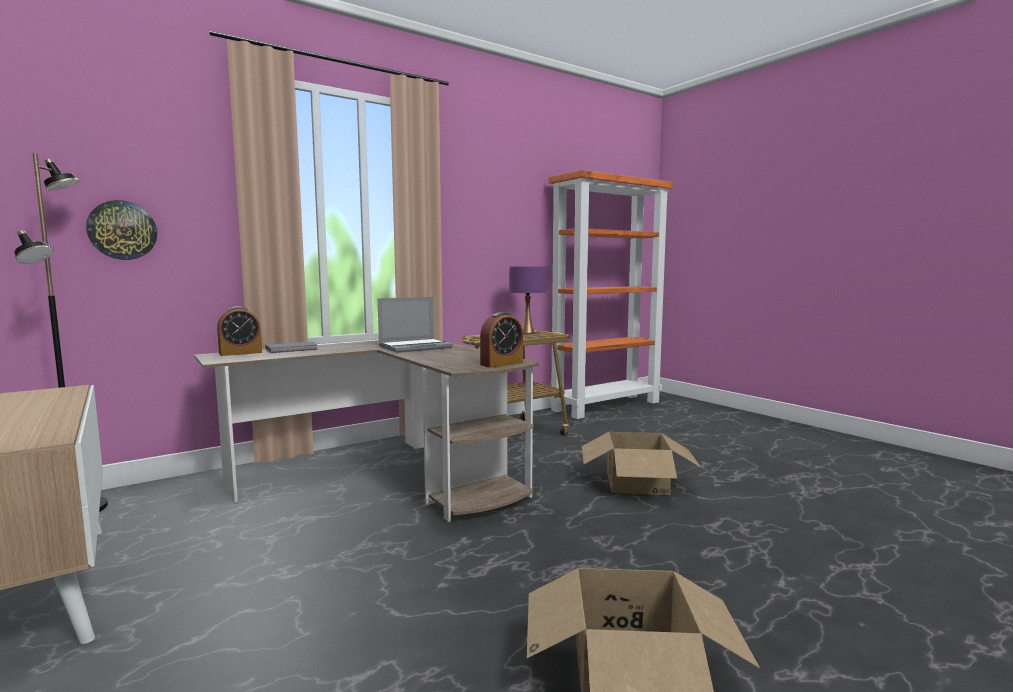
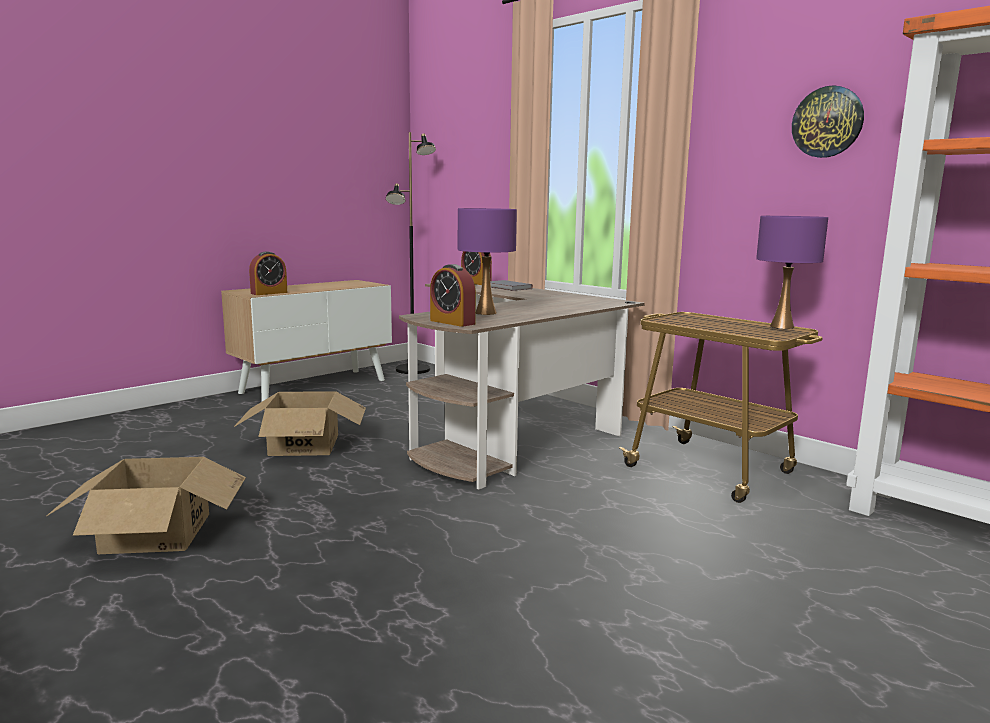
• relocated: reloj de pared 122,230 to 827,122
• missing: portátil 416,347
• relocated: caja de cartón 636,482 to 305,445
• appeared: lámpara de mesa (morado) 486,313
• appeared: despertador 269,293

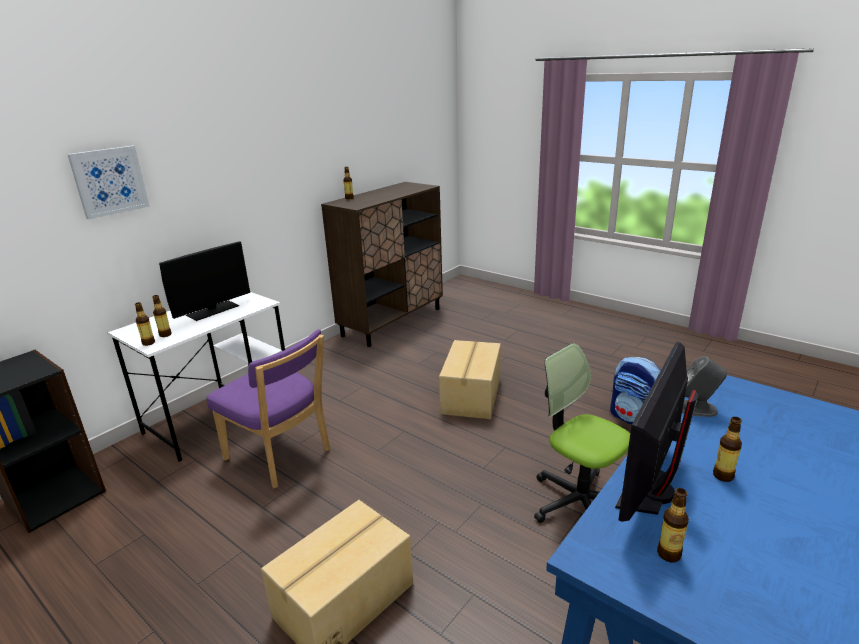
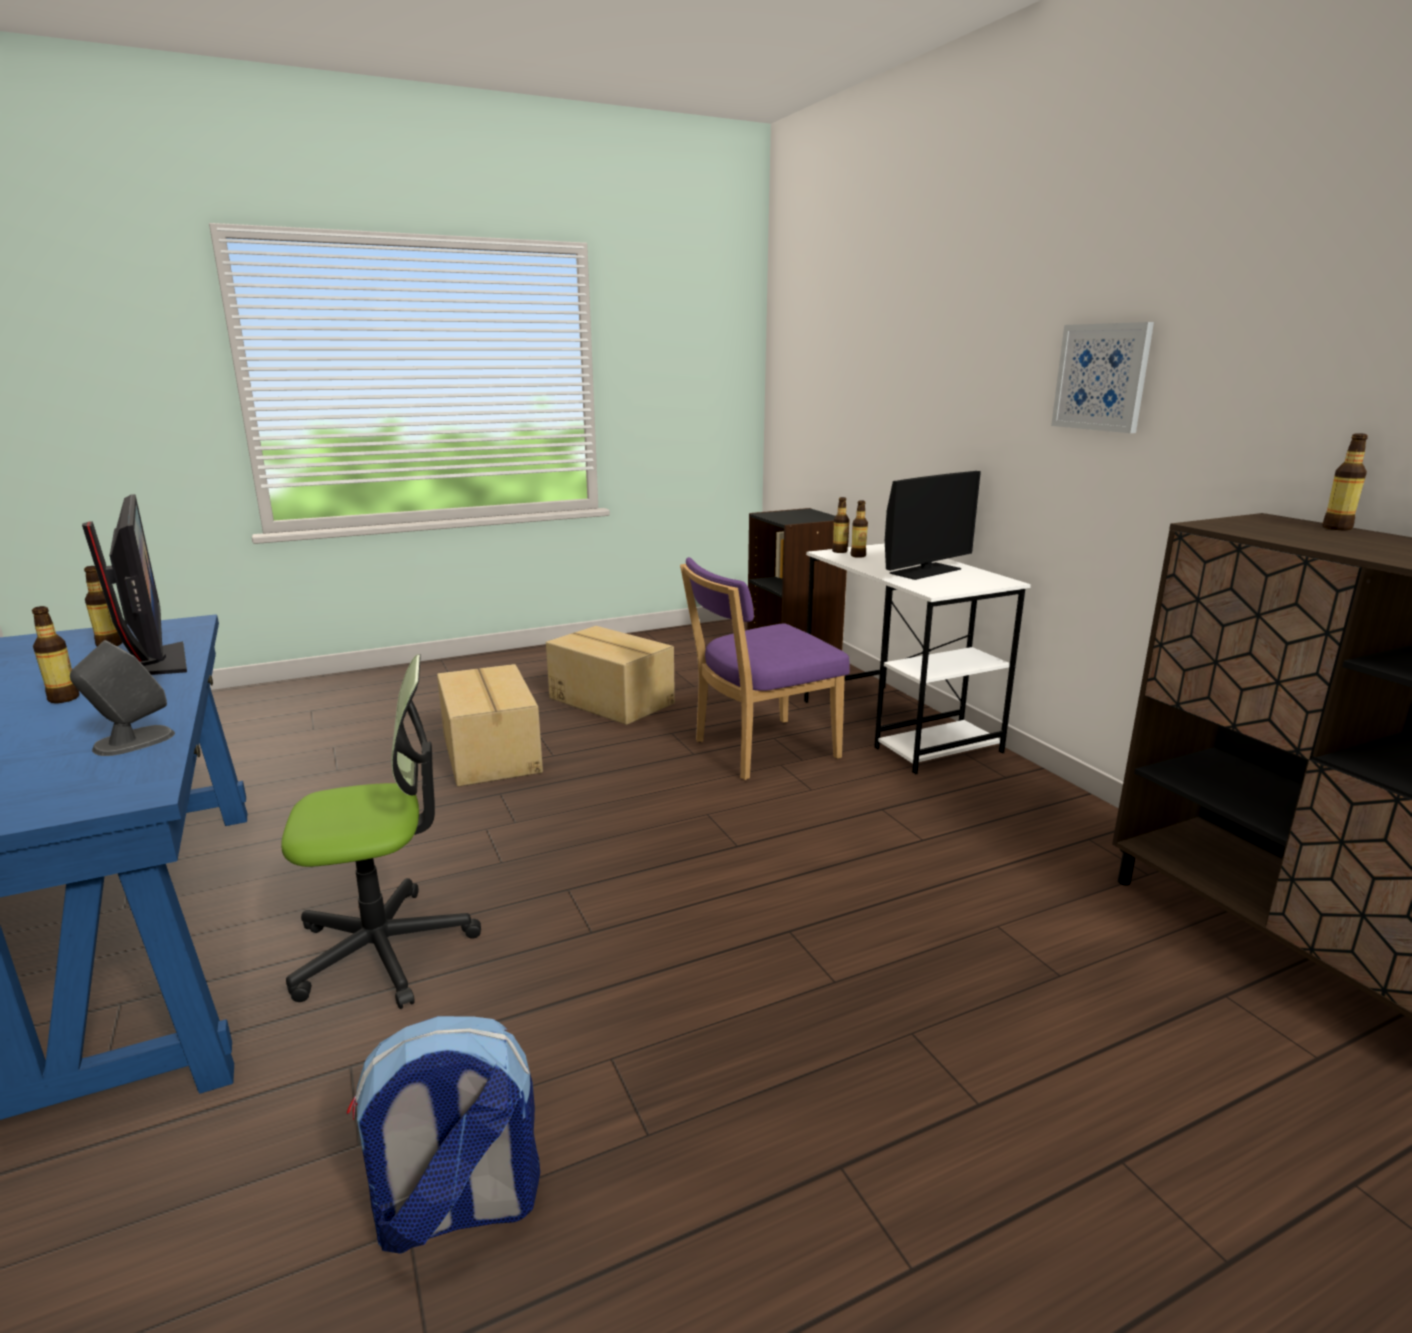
• relocated: cuadro 109,181 to 1101,377
• spun: monitor 213,310 = 925,571 105 degrees counterclockwise
• relocated: caja de cartón 470,396 to 612,700

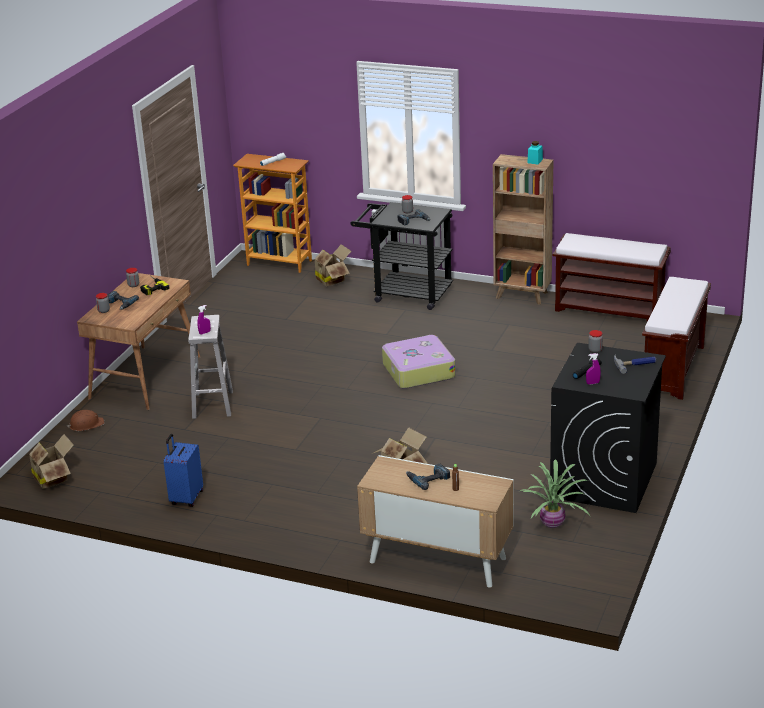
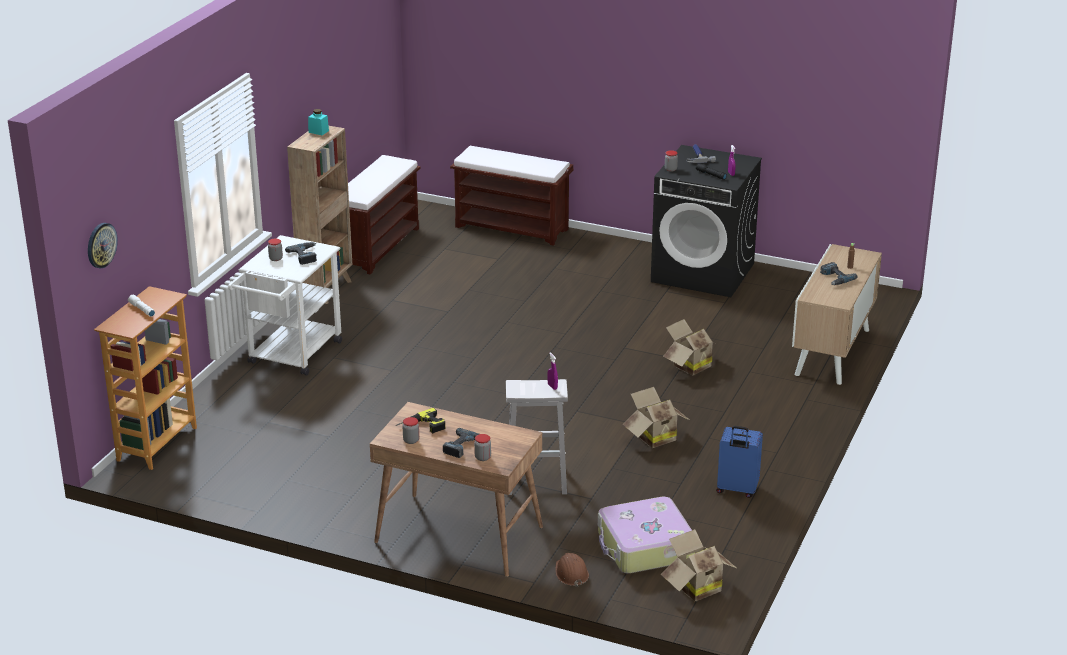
• colour: carrito (negro) 406,293 to carrito (blanco) 291,356
• relocated: caja de cartón 331,279 to 653,437
• relocated: maleta 417,371 to 644,547
• missing: planta en maceta 553,524
• appeared: reloj de pared 101,245

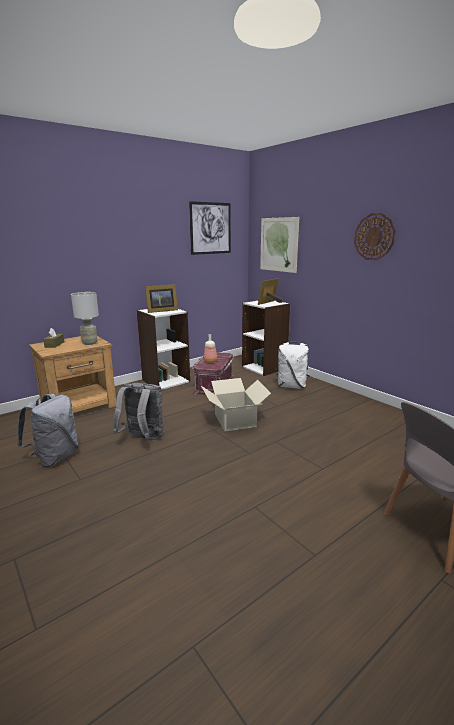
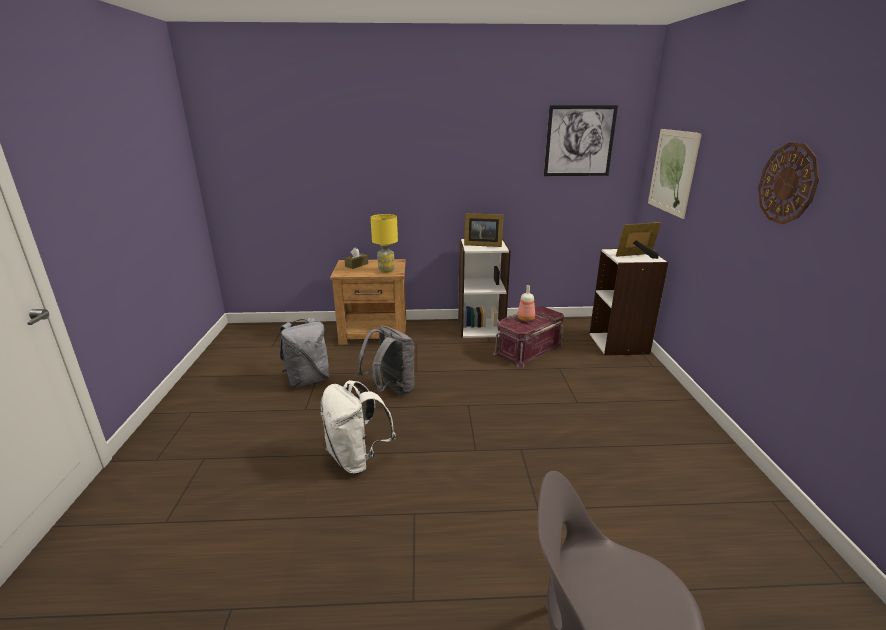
• colour: lámpara de mesa (gris) 90,343 to lámpara de mesa (amarillo) 386,270
• relocated: mochila (blanco) 292,386 to 357,459
• missing: caja de cartón 234,420

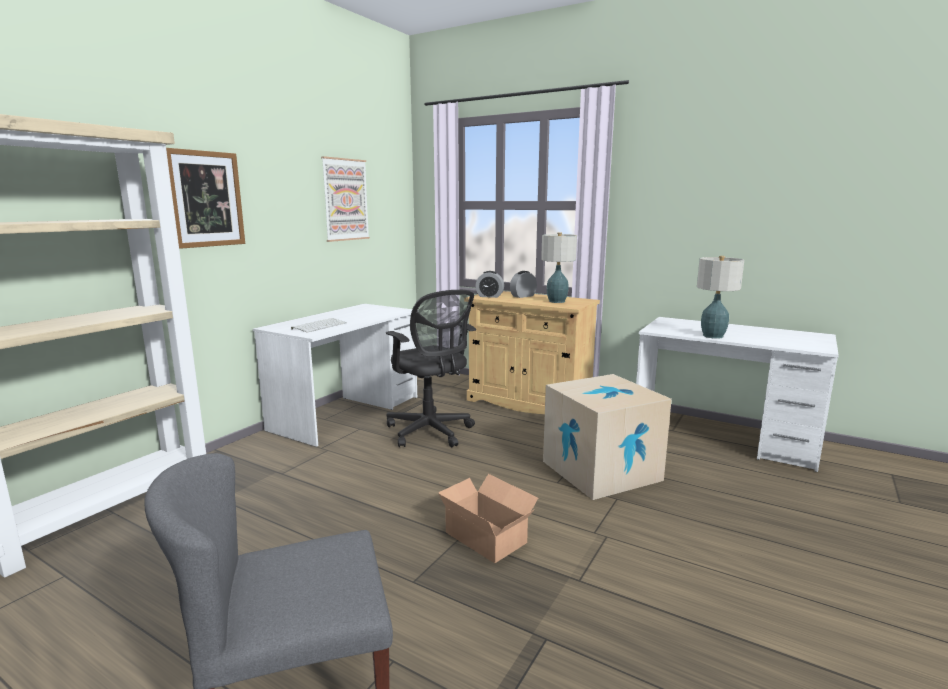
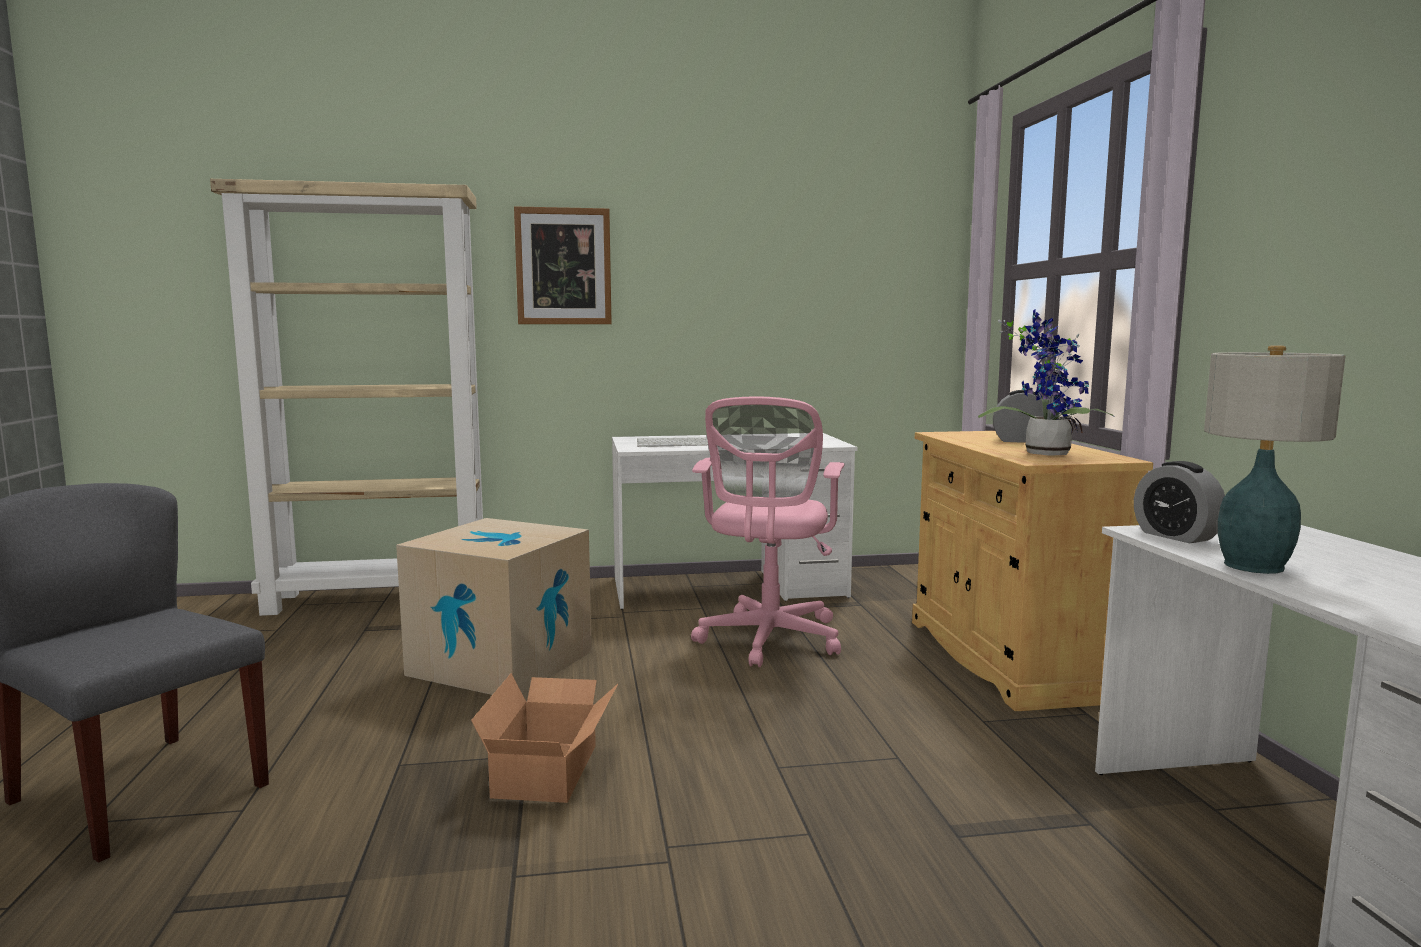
• missing: cuadro 345,200
• exchanged: lámpara de mesa 557,301 to planta en maceta 1044,453
• relocated: despertador 489,296 to 1175,536
• colour: silla de oficina (negro) 431,432 to silla de oficina (rosa) 768,641
• relocated: caja de cartón 601,470 to 501,663

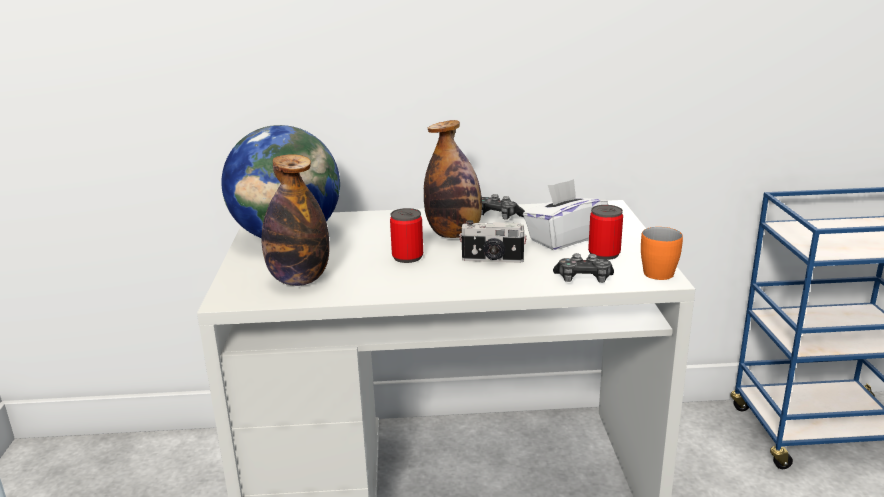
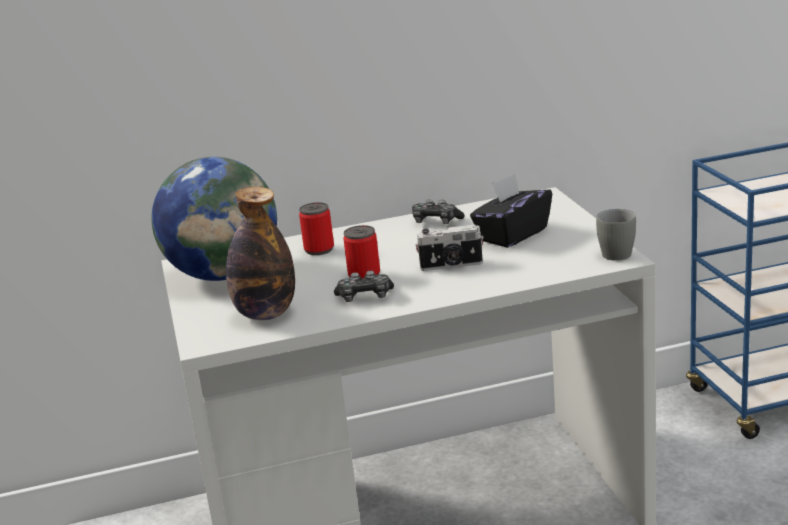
• missing: botella 454,234
• colour: caja de pañuelos (blanco) 563,239 to caja de pañuelos (negro) 512,235
• relocated: lata 604,254 to 319,250
• colour: taza grande (naranja) 660,270 to taza grande (gris) 617,251
• relocated: mando de consola 583,279 to 365,297

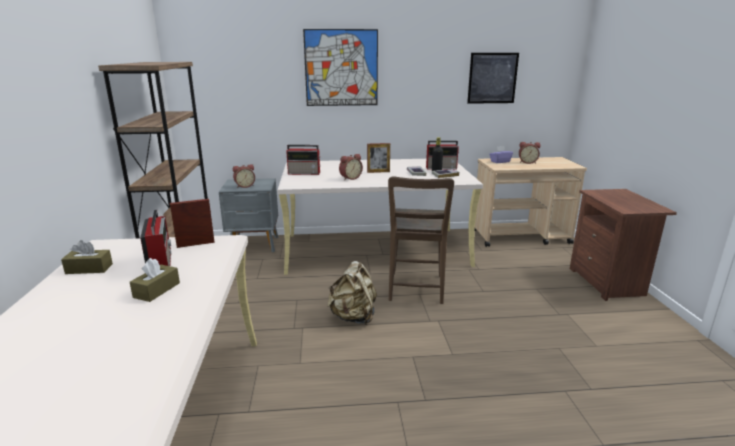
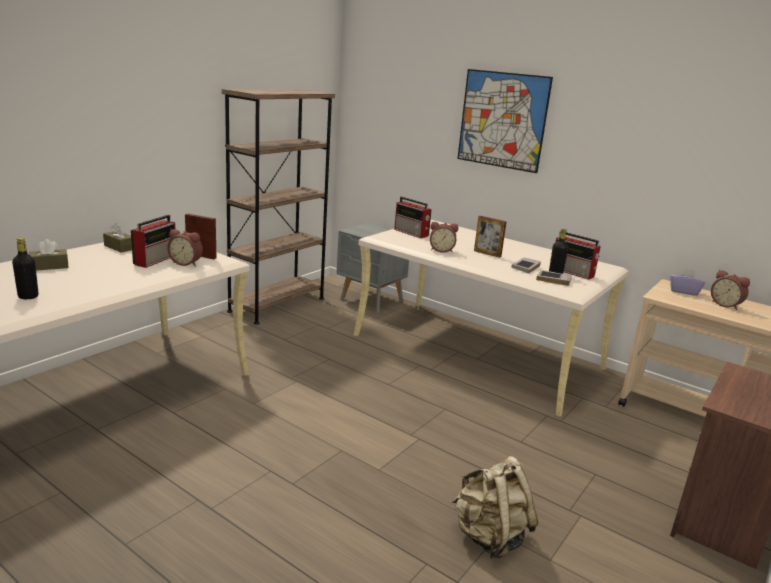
• missing: cuadro 492,78
• relocated: despertador 244,186 to 186,263
• missing: silla (marrón) 416,290
• relocated: caja de pañuelos (marrón) 157,290 to 49,266
• relocated: mochila (beis) 353,317 to 489,537
• appeared: botella (negro) 28,296

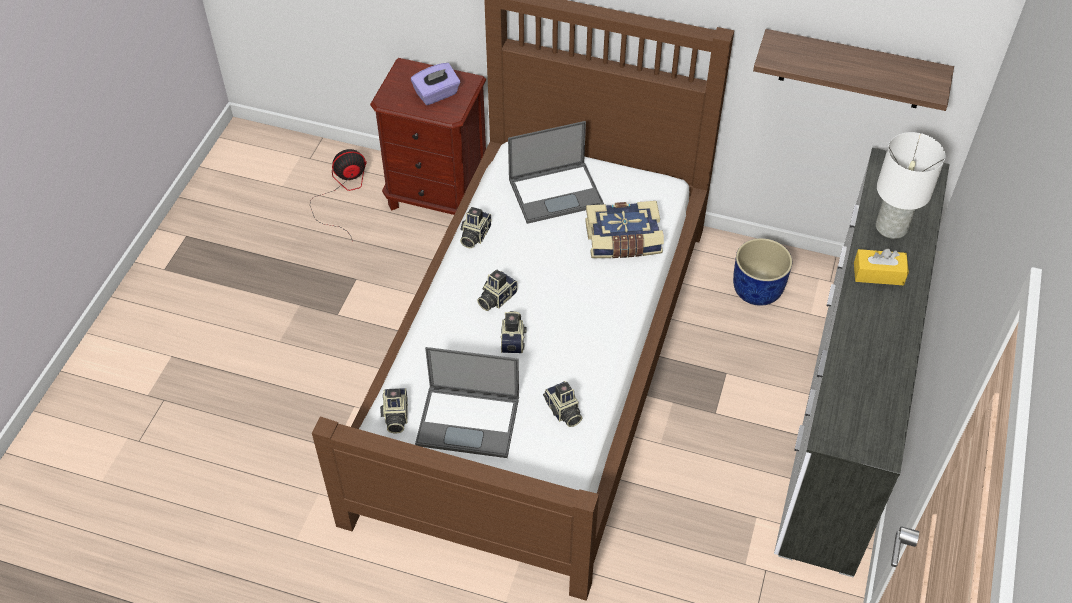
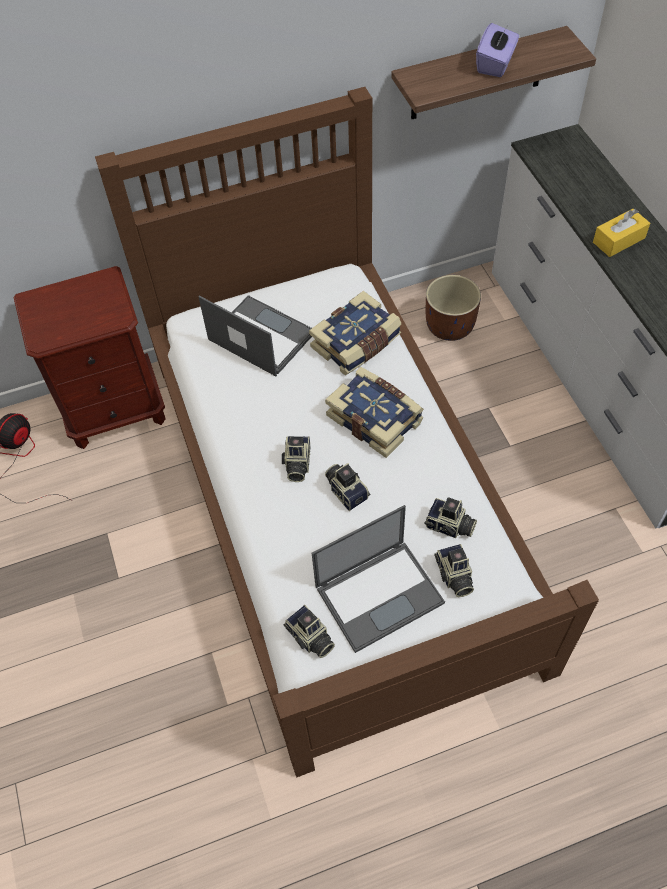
• relocated: caja de pañuelos (morado) 437,94 to 495,64
• spun: portátil 556,192 = 260,336 90 degrees counterclockwise
• missing: lámpara de mesa (blanco) 892,228
• relocated: cámara 474,235 to 453,576
• colour: maceta (azul) 757,290 to maceta (marrón) 450,326
• appeared: libro 375,418

